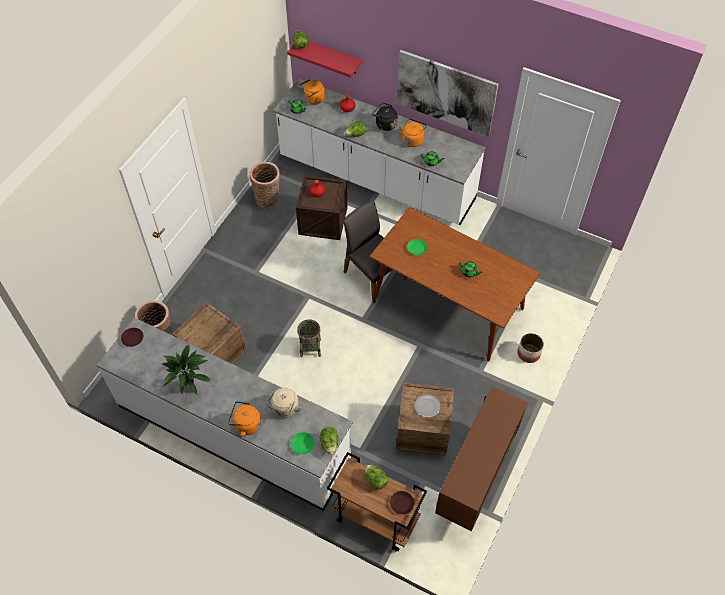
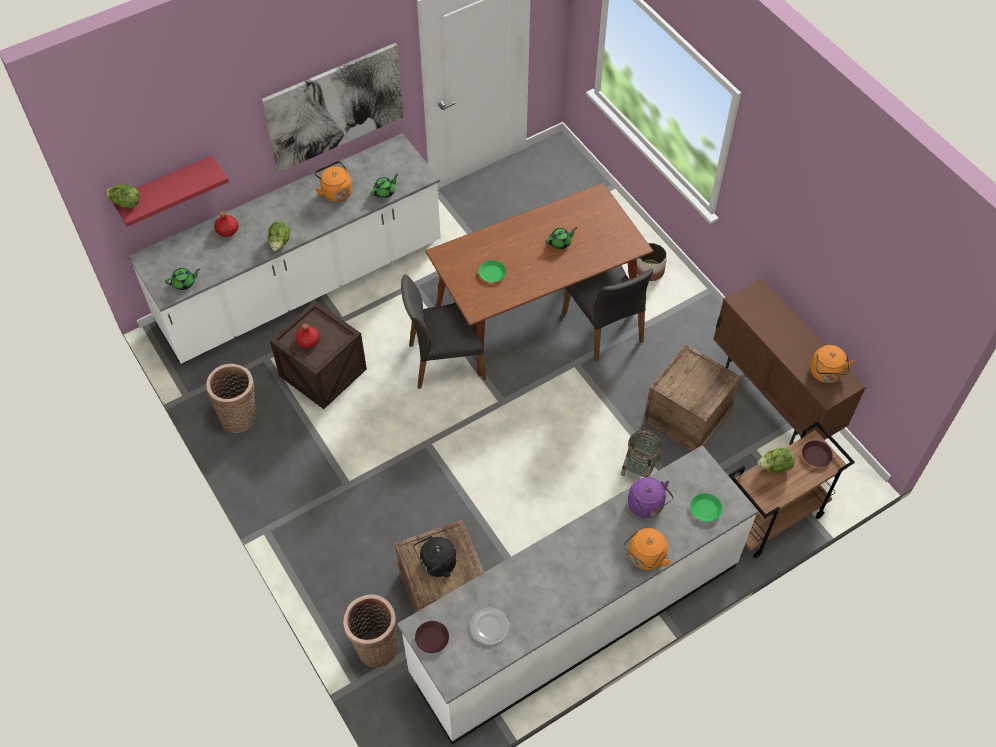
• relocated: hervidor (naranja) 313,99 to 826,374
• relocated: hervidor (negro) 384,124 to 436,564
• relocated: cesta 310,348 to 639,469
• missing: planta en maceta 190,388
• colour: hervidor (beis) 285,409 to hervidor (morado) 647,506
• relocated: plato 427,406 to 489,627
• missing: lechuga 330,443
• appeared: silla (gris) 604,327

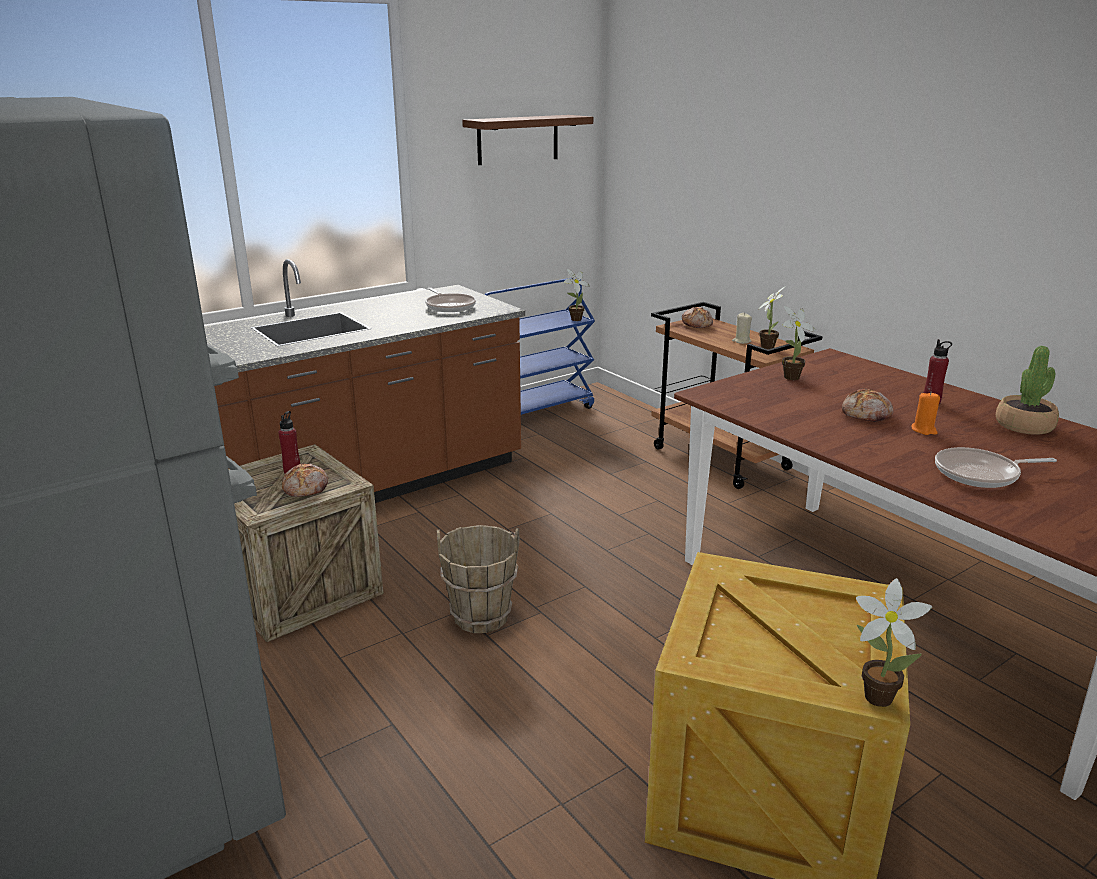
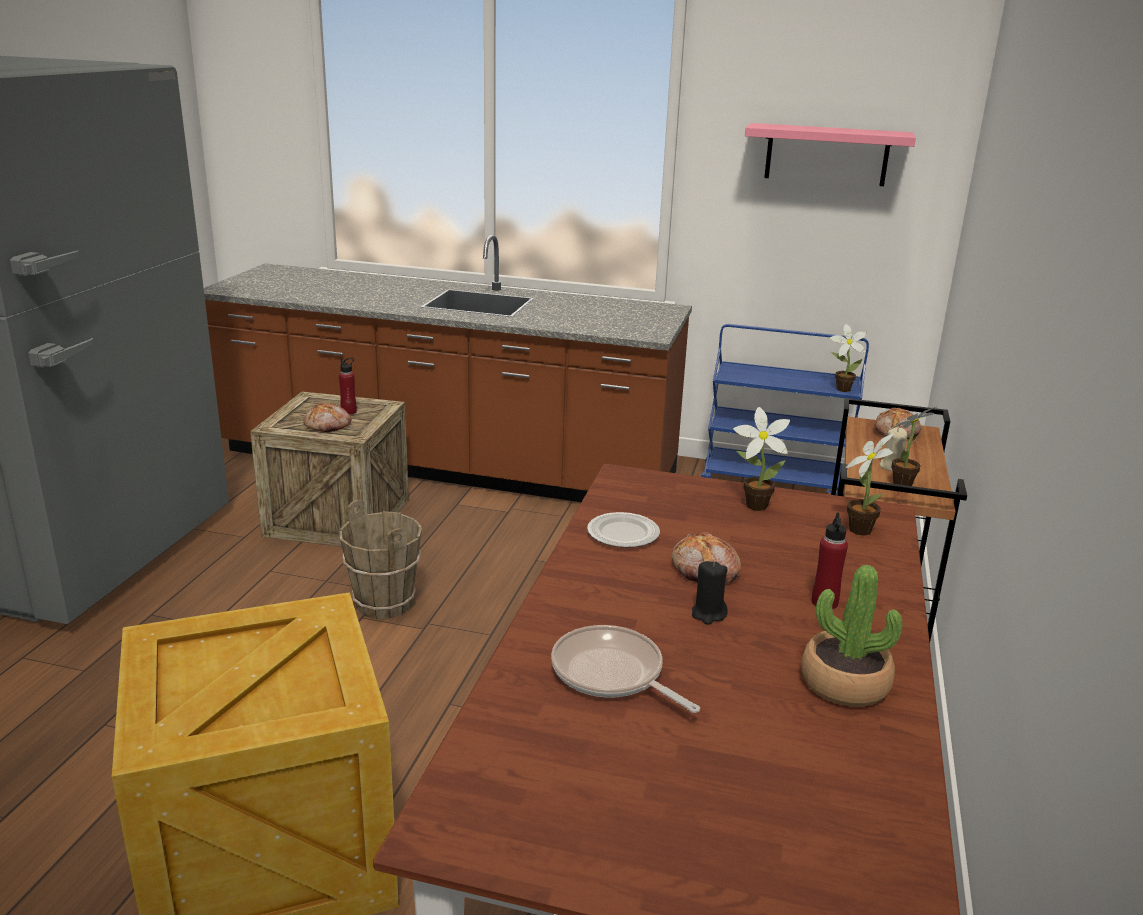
• colour: estante (marrón) 518,139 to estante (rosa) 826,154
• missing: sartén 449,306
• colour: vela (naranja) 924,430 to vela (negro) 708,614
• relocated: planta en maceta 874,695 to 860,528
• appeared: plato 622,534

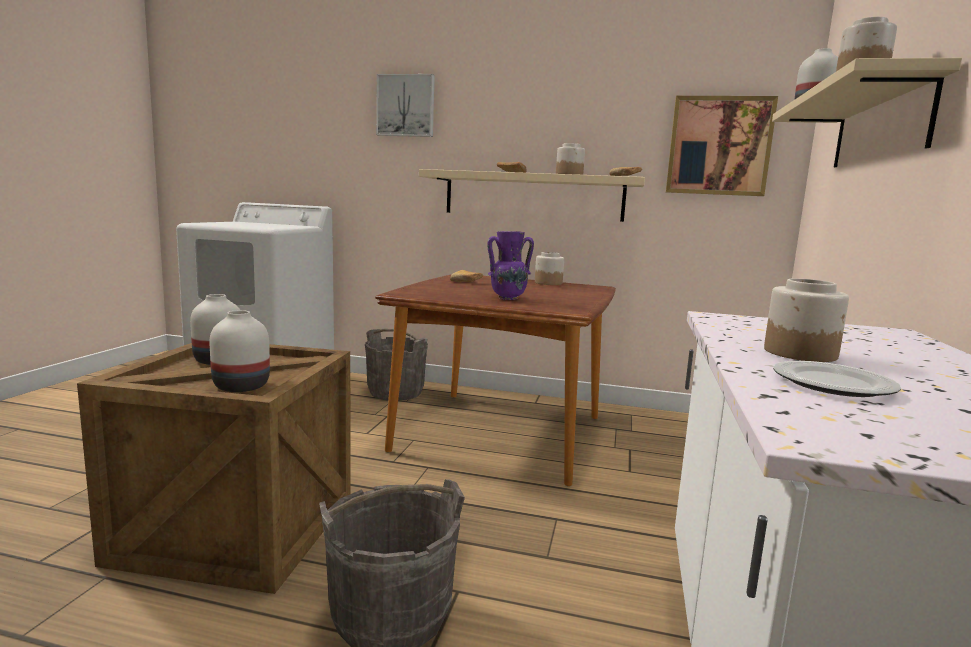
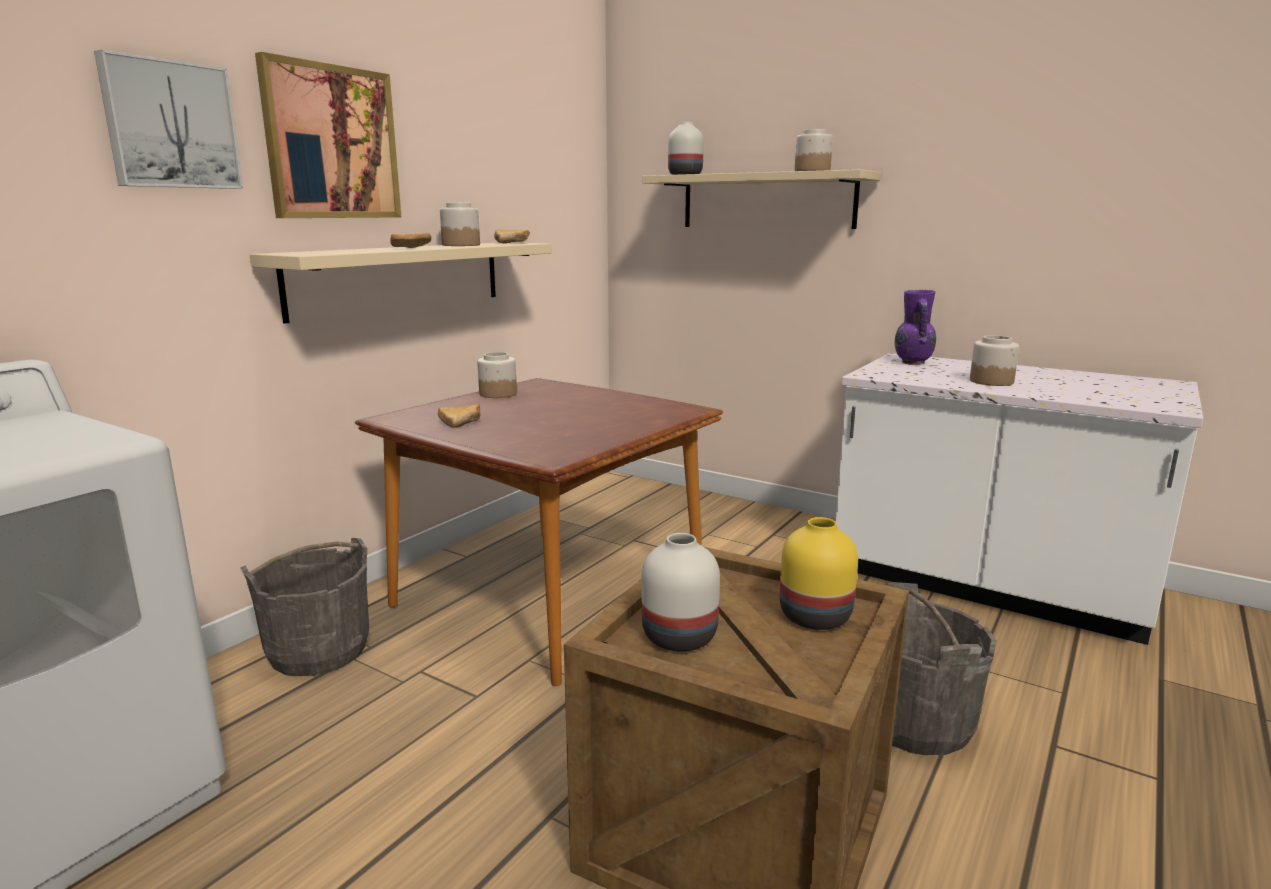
• relocated: cuadro 719,146 to 331,143
• relocated: florero (morado) 507,298 to 912,363
• colour: florero (blanco) 243,386 to florero (amarillo) 814,616
• missing: plato 831,384

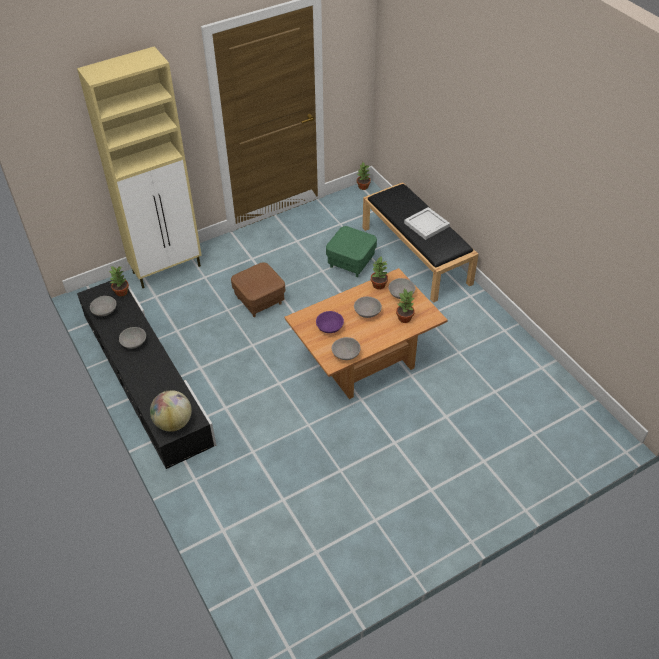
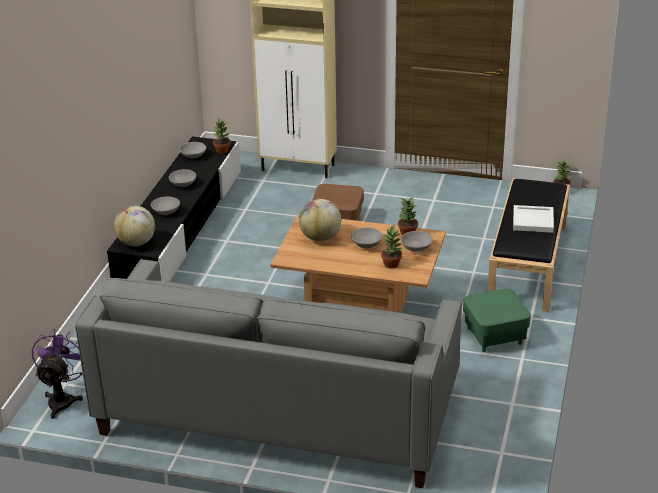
• relocated: puf (verde) 351,262 to 494,336
• exchanged: cuenco (morado) 329,327 to globo terráqueo 320,237
• relocated: cuenco (gris) 346,354 to 166,212
• appeared: sofá (gris) 278,411
• appeared: ventilador (morado) 63,399

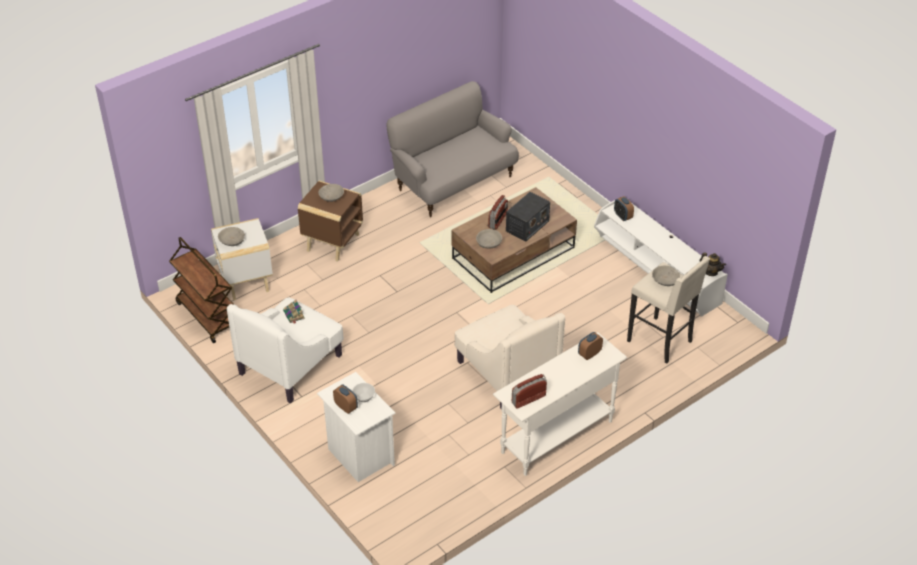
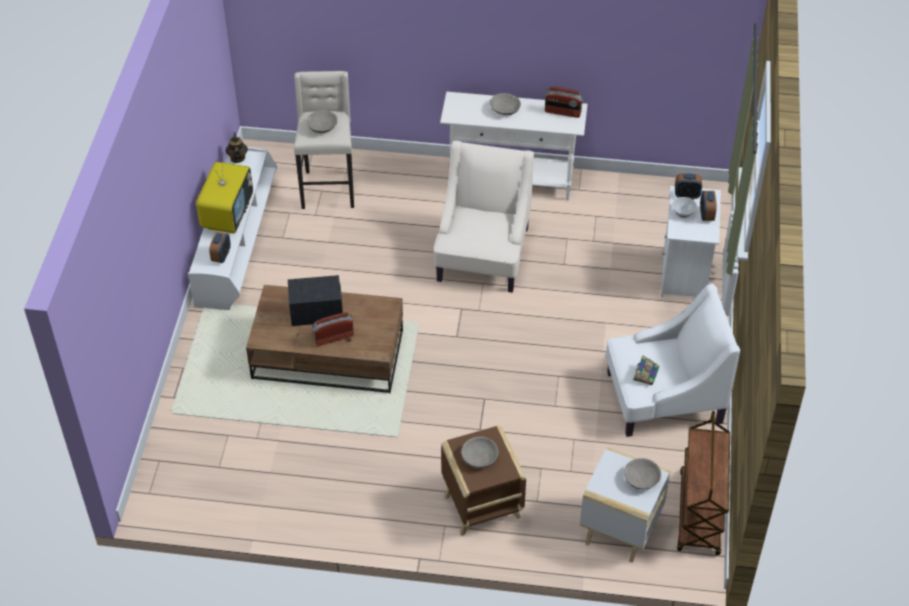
• missing: sofá (gris) 453,182
• relocated: cuenco (gris) 489,243 to 504,109
• relocated: despertador 589,354 to 686,195
• appeared: televisor 227,215

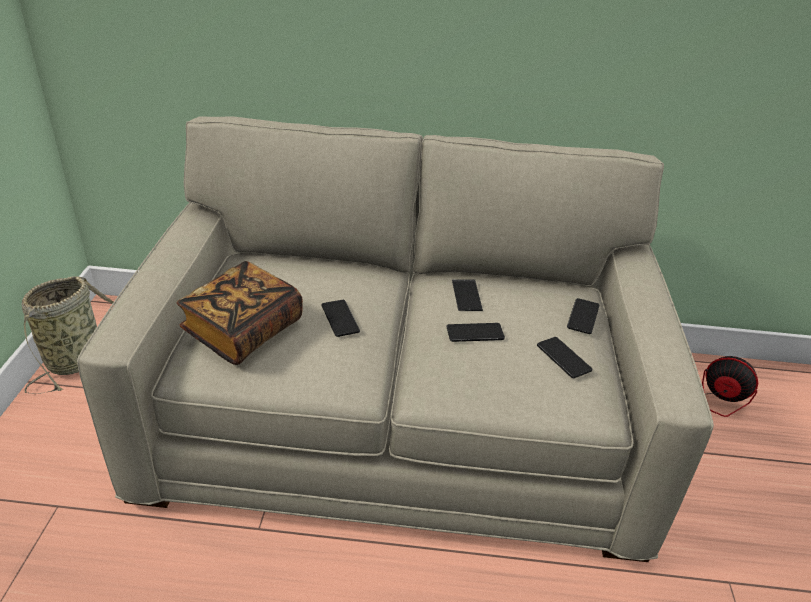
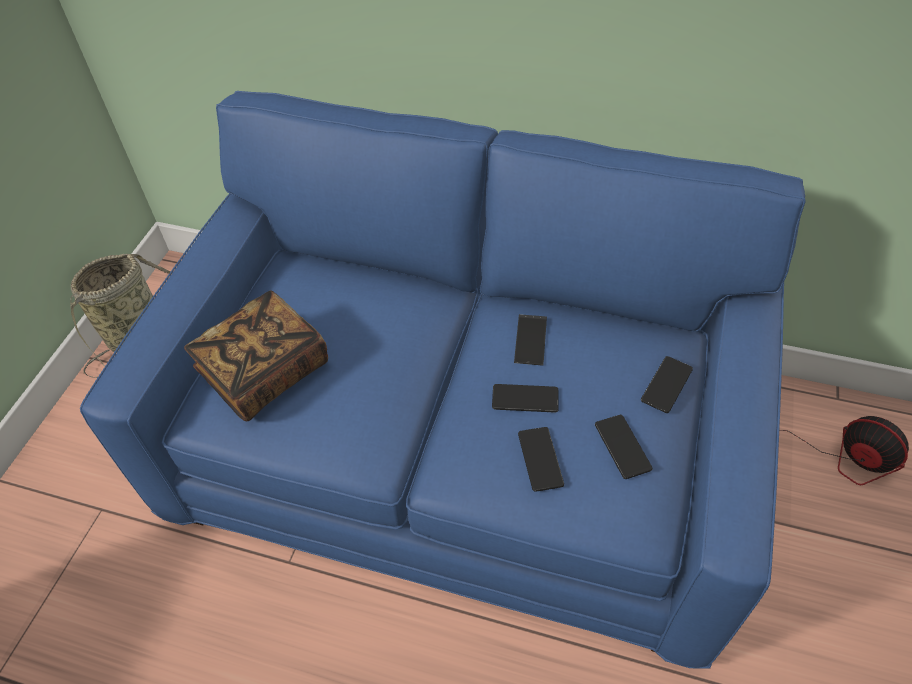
• colour: sofá (beis) 400,415 to sofá (azul) 464,440
• relocated: móvil 340,318 to 540,459

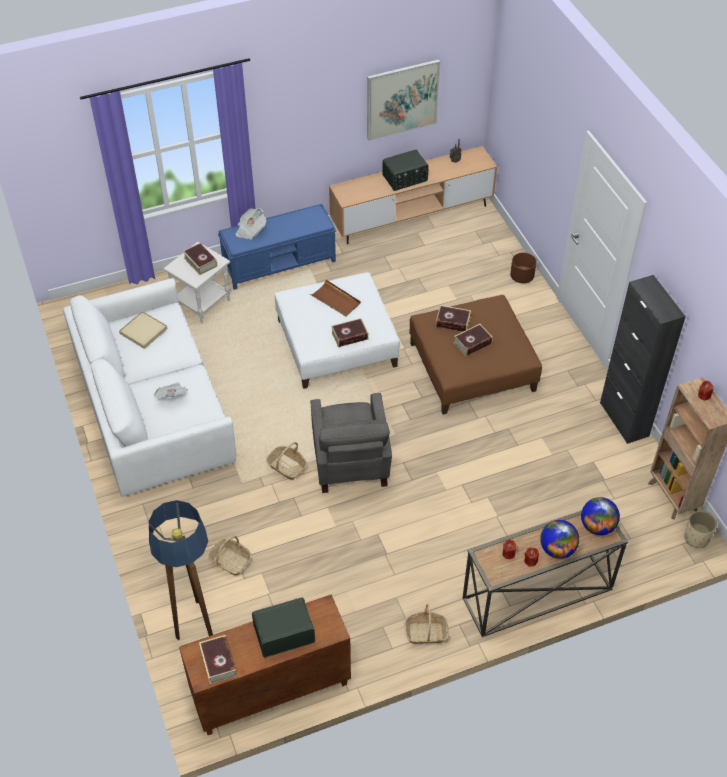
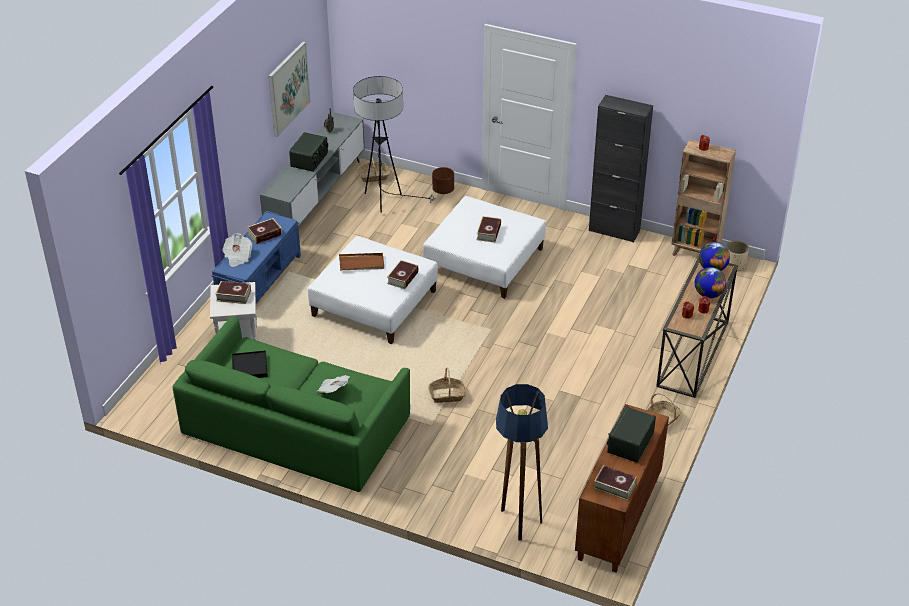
• colour: mueble de televisión (marrón) 412,217 to mueble de televisión (gris) 316,197
• colour: sofá (blanco) 152,405 to sofá (verde) 295,425
• colour: puf (marrón) 471,366 to puf (blanco) 484,260
• relocated: libro 453,322 to 265,234
• colour: bandeja (beis) 143,331 to bandeja (negro) 249,367
• missing: sillón (gris) 350,464
• relocated: cesta 230,561 to 374,176
• appeared: lámpara de pie 385,202

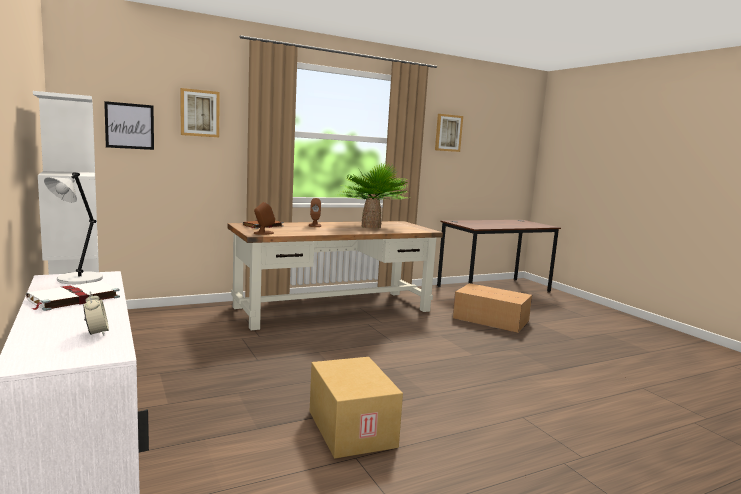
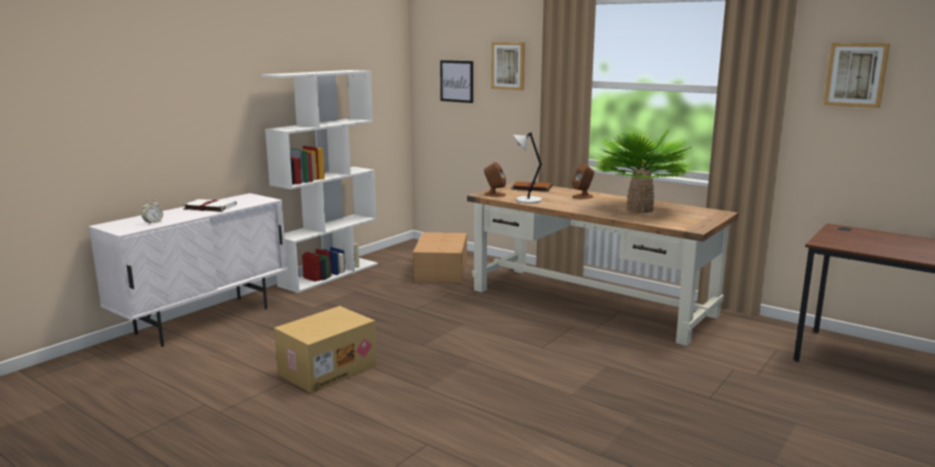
• relocated: lámpara de mesa (gris) 78,279 to 526,200
• relocated: caja de cartón 490,319 to 442,270

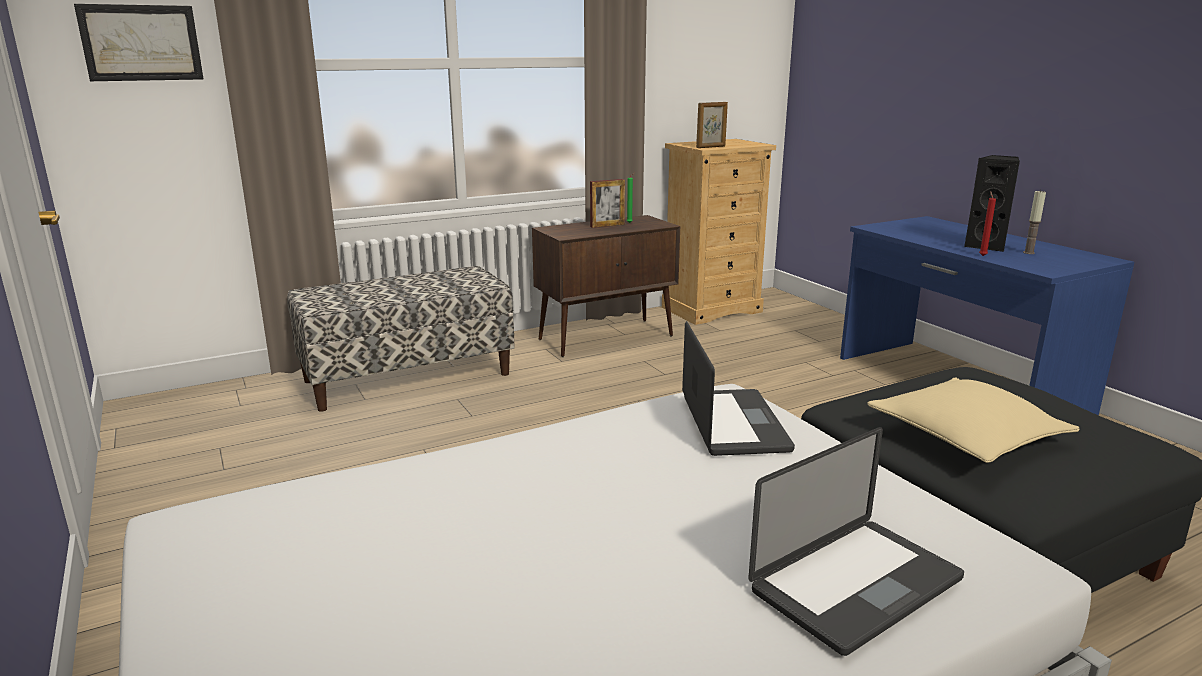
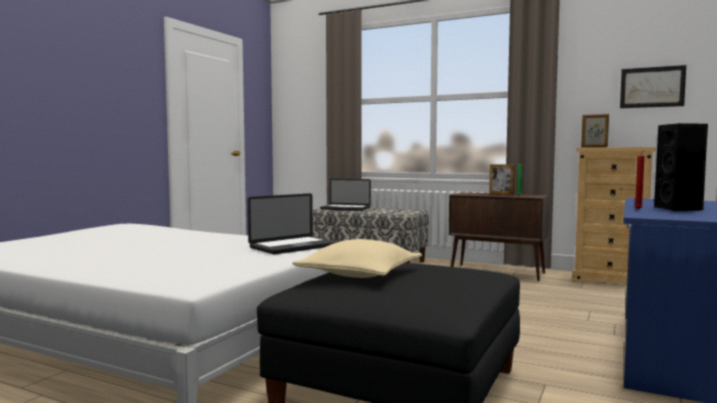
• relocated: cuadro 141,43 to 652,87
• missing: vela 1029,252
• relocated: portátil 856,585 to 345,208

